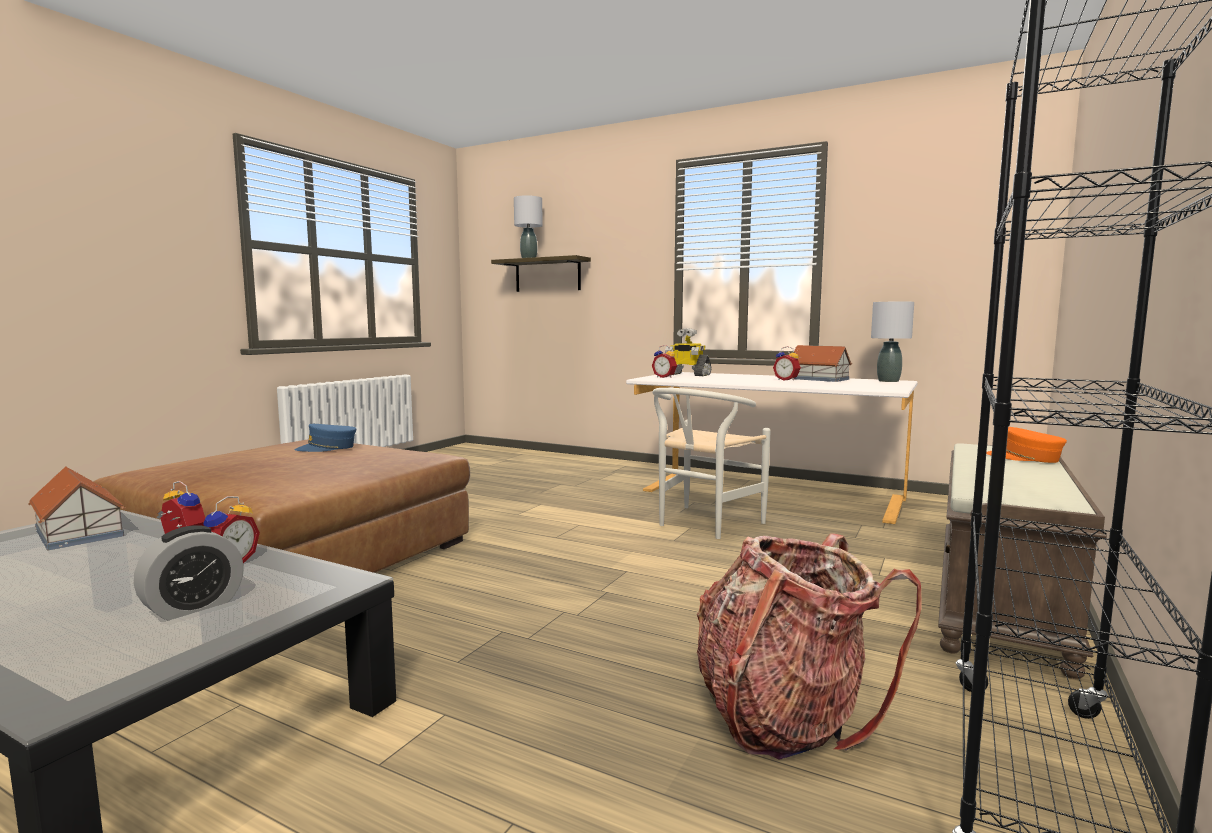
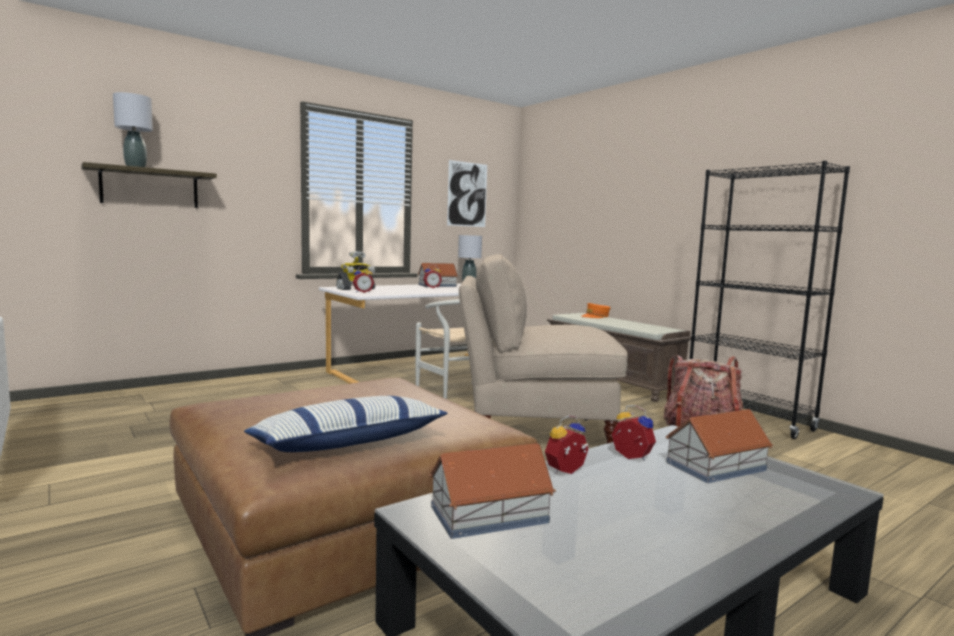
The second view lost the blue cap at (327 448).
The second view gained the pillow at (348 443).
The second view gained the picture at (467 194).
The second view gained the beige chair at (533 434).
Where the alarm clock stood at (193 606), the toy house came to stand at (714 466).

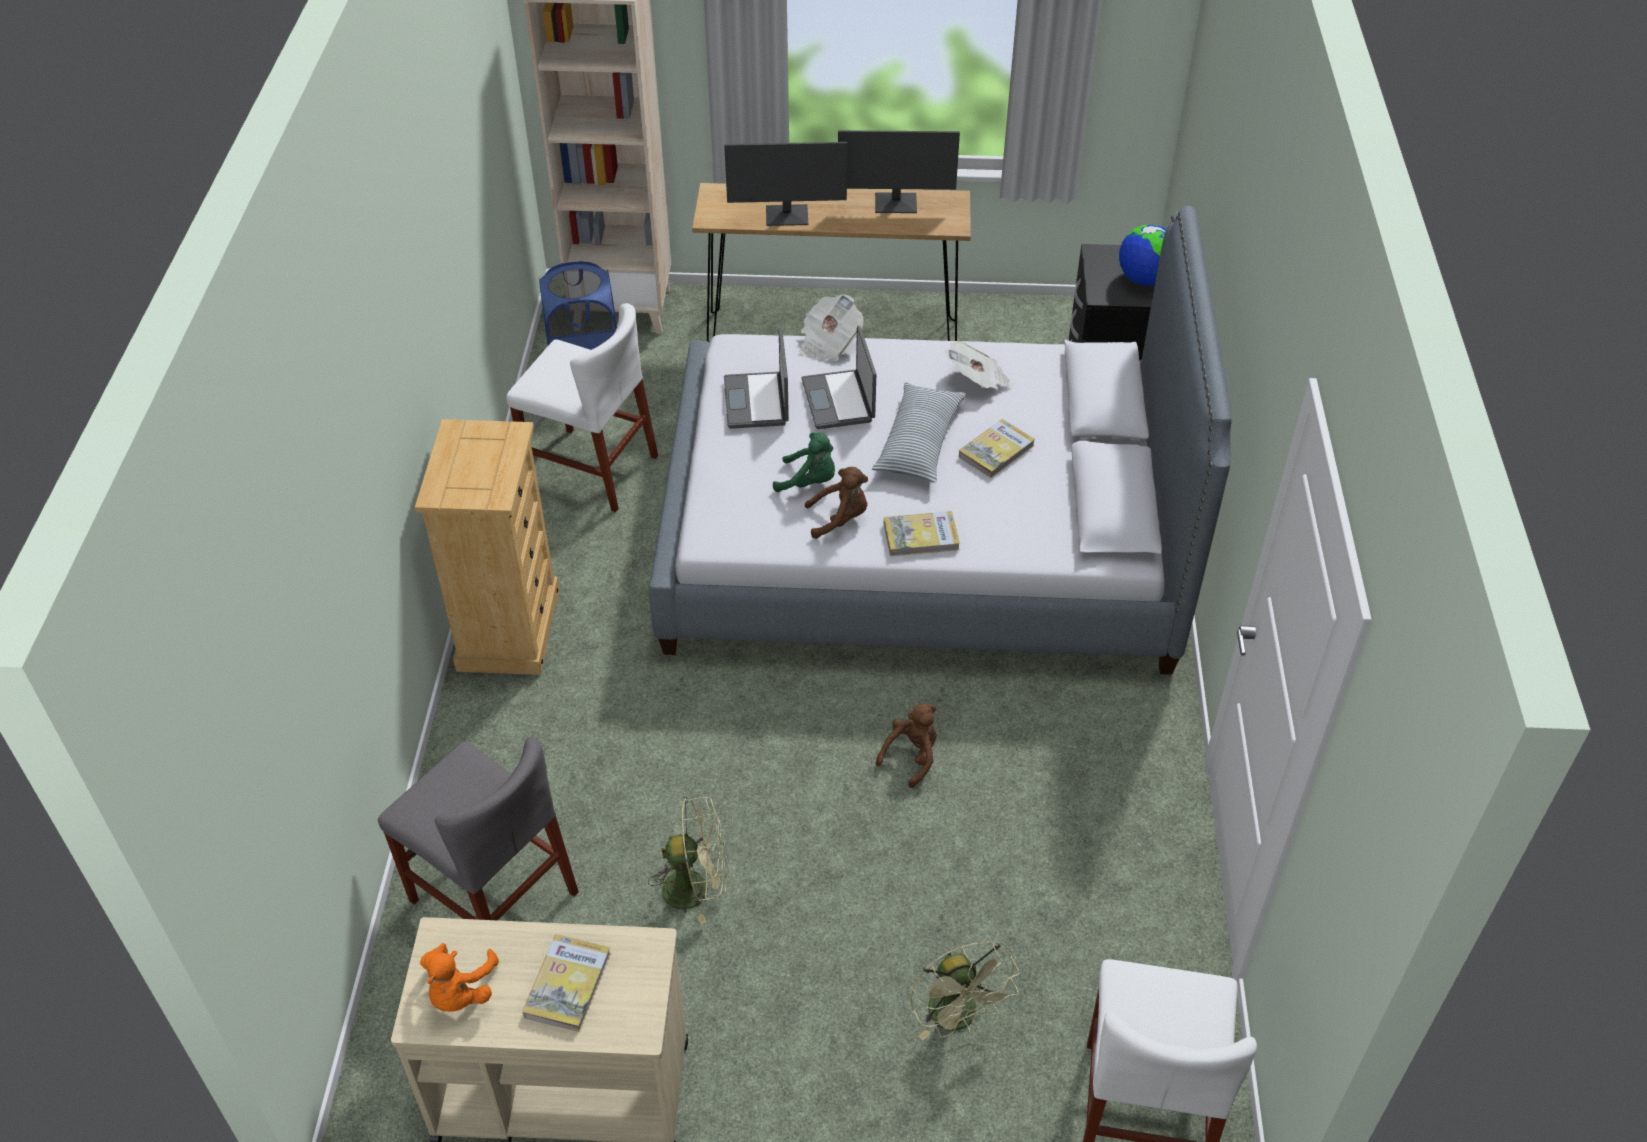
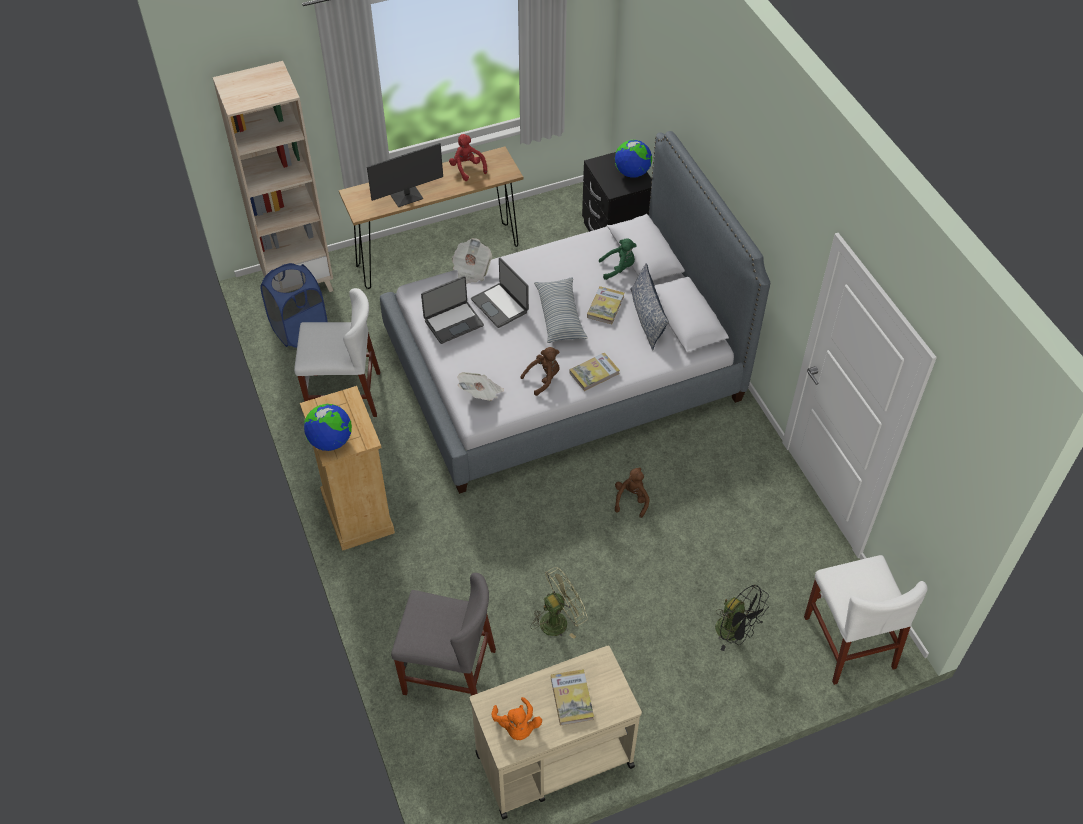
The second view gained the globe at (331 441).
The second view gained the pillow at (647 318).
The green plush toy ended up elsewhere, having gone from (809 482) to (619 268).
The newspaper ended up elsewhere, having gone from (978 381) to (481 393).
Where the monitor stood at (896 204), the red plush toy came to stand at (467 168).
What was the green fan at (959 1018) turned into the black fan at (735 632).
The laptop at (757 401) ended up facing another way, 90 degrees counterclockwise from before.

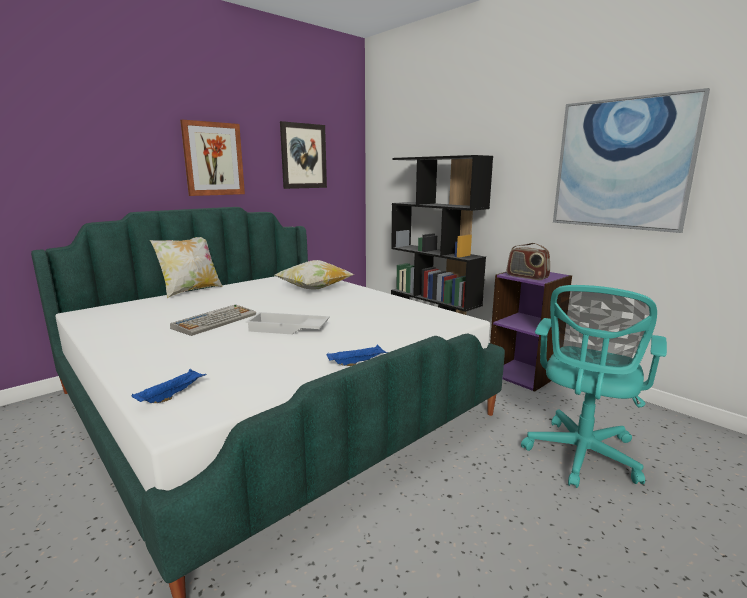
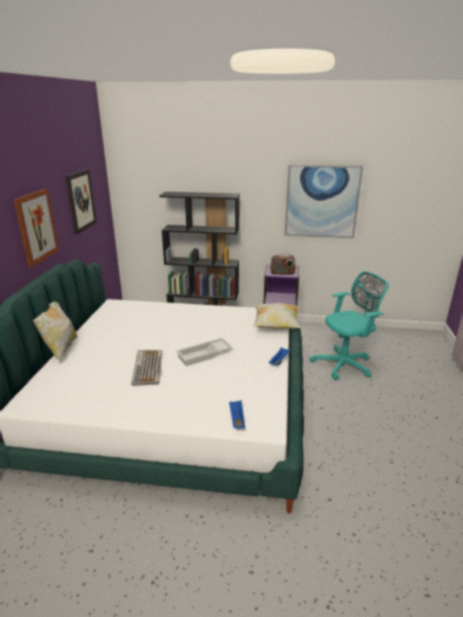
The pillow ended up elsewhere, having gone from (314 289) to (276 326).
The turquoise office chair at (581 457) ended up facing another way, 105 degrees counterclockwise from before.

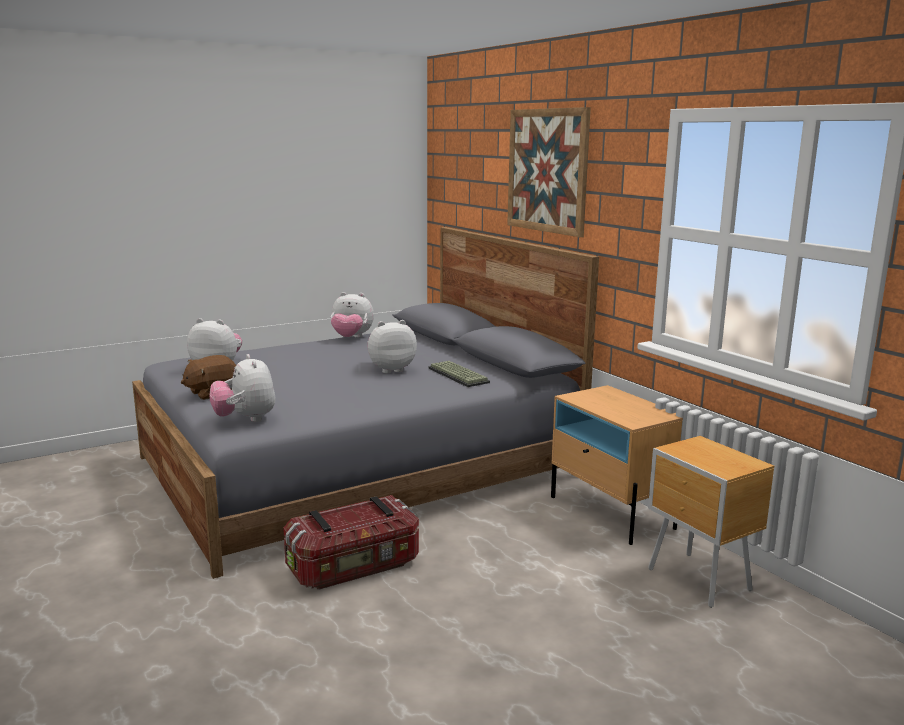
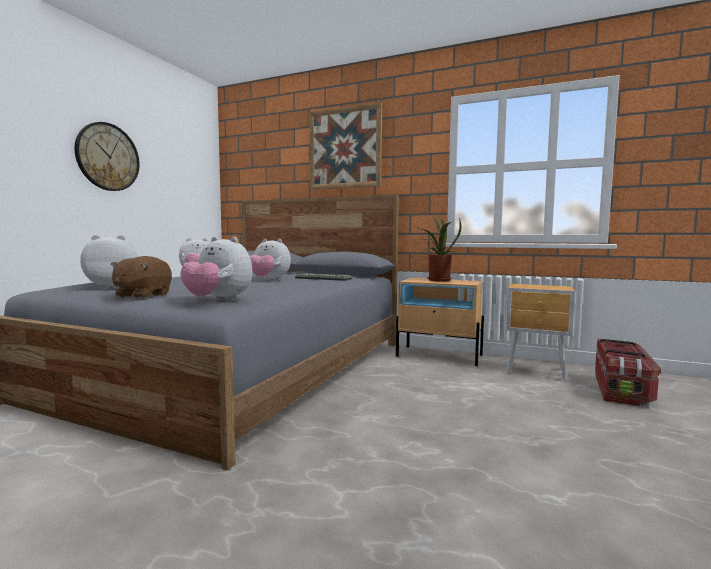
The second view gained the wall clock at (108 157).
The second view gained the potted plant at (436 280).
The storage box ended up elsewhere, having gone from (354 567) to (621 390).
The plush toy at (390 369) ended up facing another way, 105 degrees counterclockwise from before.

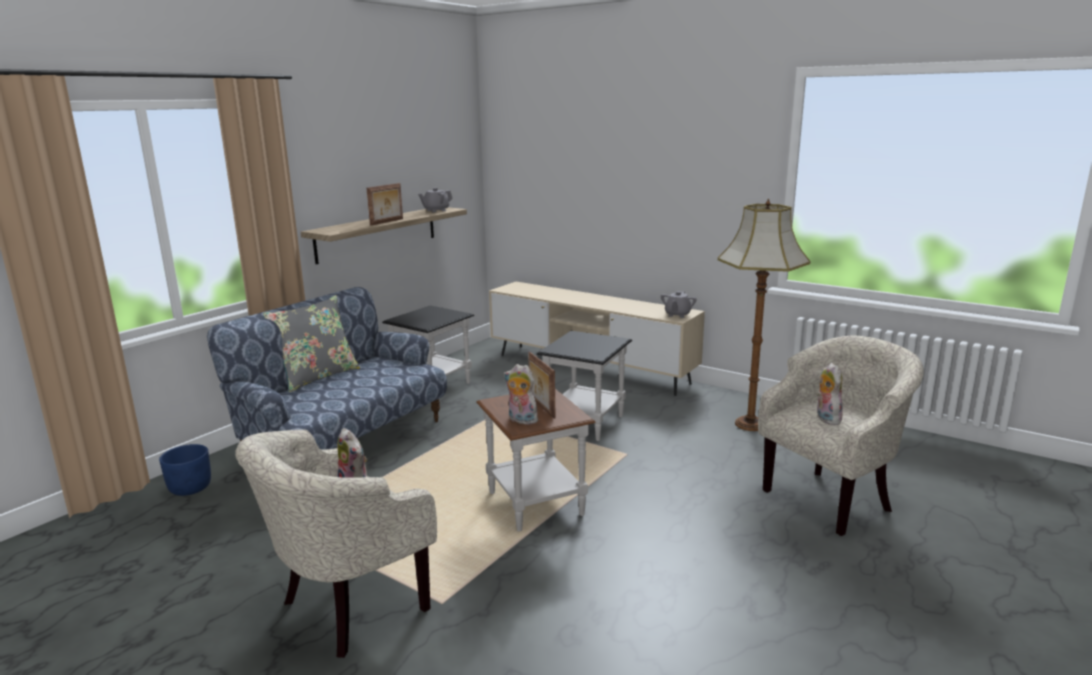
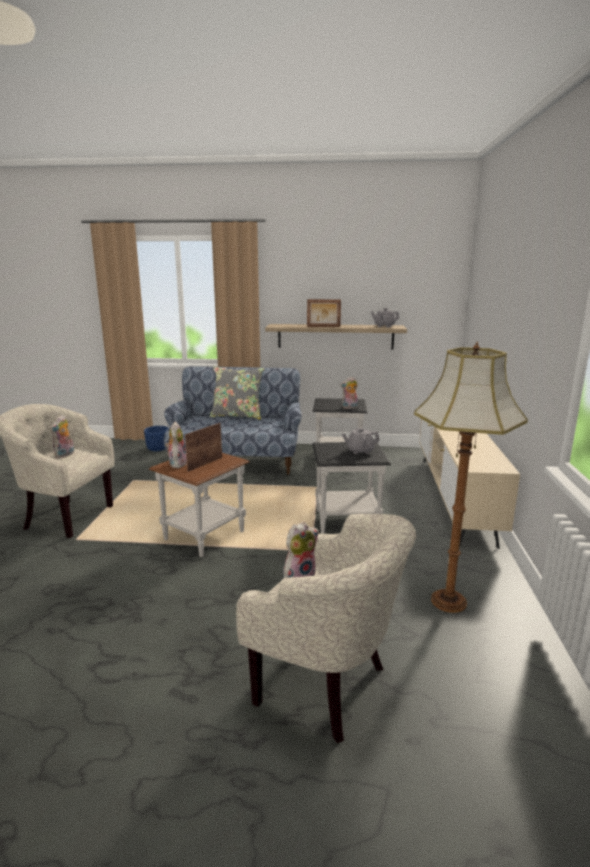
The second view gained the plush toy at (349 408).
The grey teapot ended up elsewhere, having gone from (677 315) to (360 451).

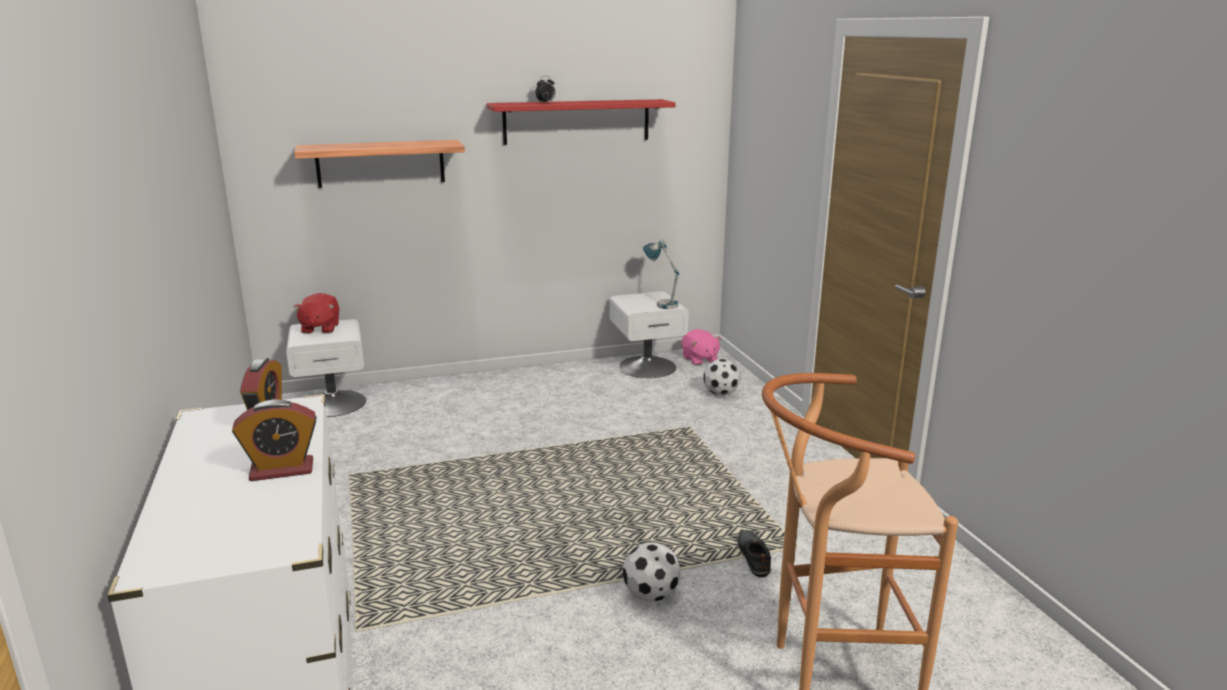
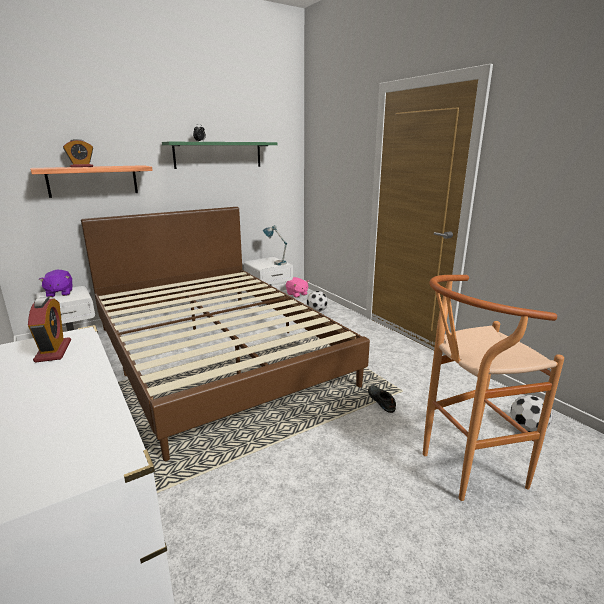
The second view gained the brown bed at (215 353).
The alarm clock ended up elsewhere, having gone from (282 470) to (81 166).
The football ended up elsewhere, having gone from (650 595) to (526 428).
What was the red plush toy at (320 328) turned into the purple plush toy at (59 293).
What was the red shelf at (577 121) turned into the green shelf at (218 155).

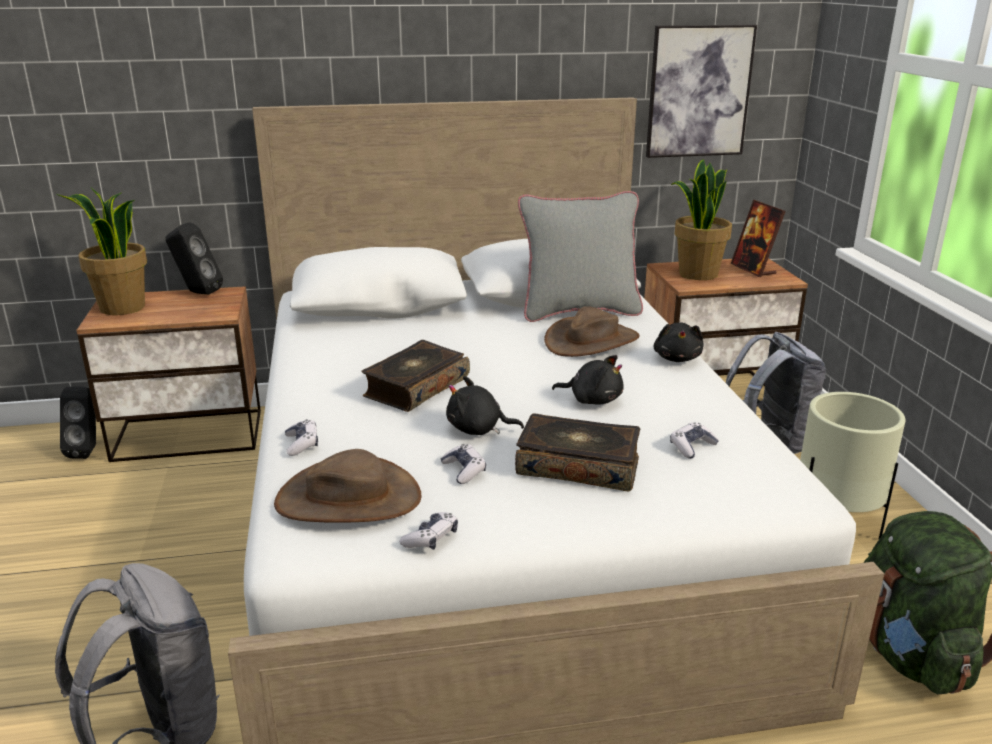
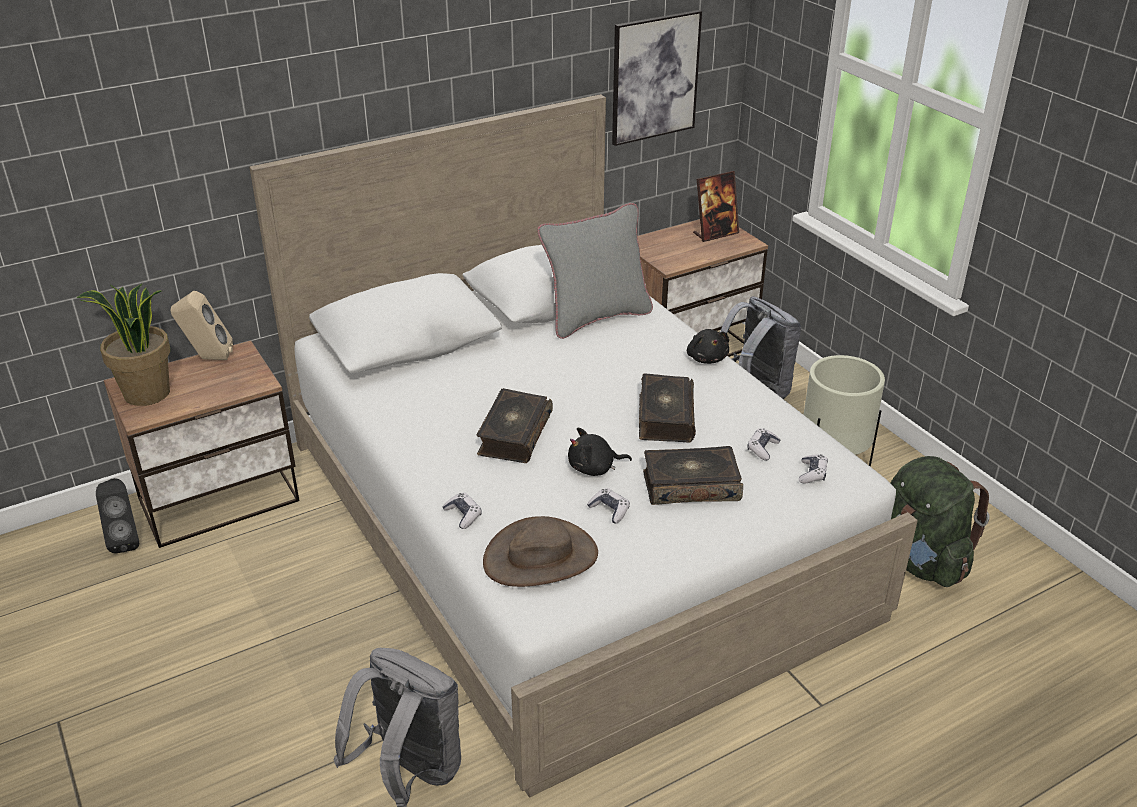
The second view lost the brown hat at (591 341).
The second view lost the potted plant at (697 274).
The game controller ended up elsewhere, having gone from (431 538) to (812 474).
Where the black plush toy stood at (592 400), the book came to stand at (664 418).
What was the black speaker at (197 292) turned into the beige speaker at (208 358).
The picture frame at (753 269) ended up facing another way, 75 degrees counterclockwise from before.

